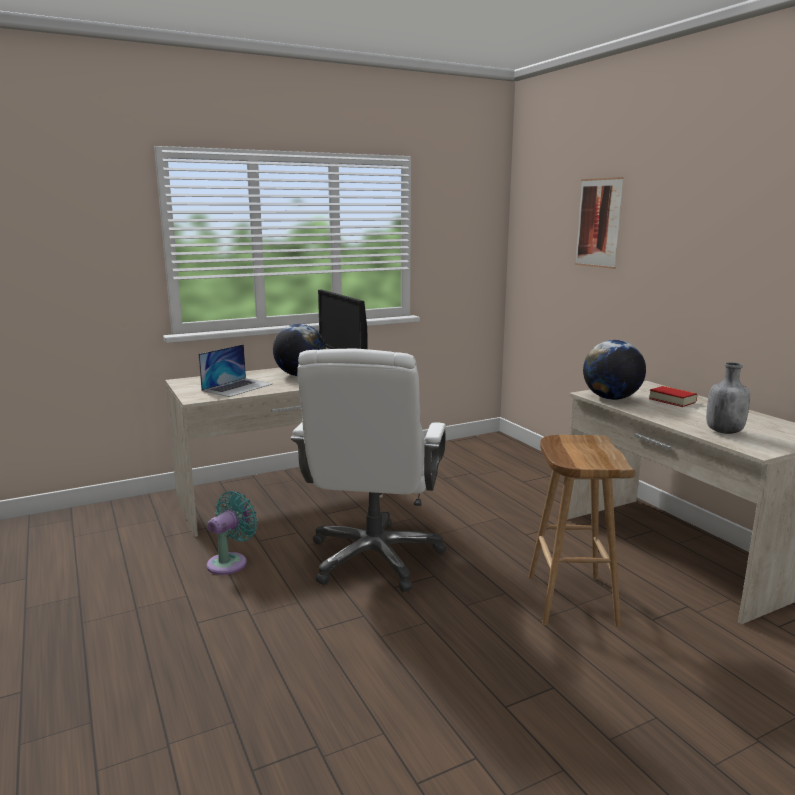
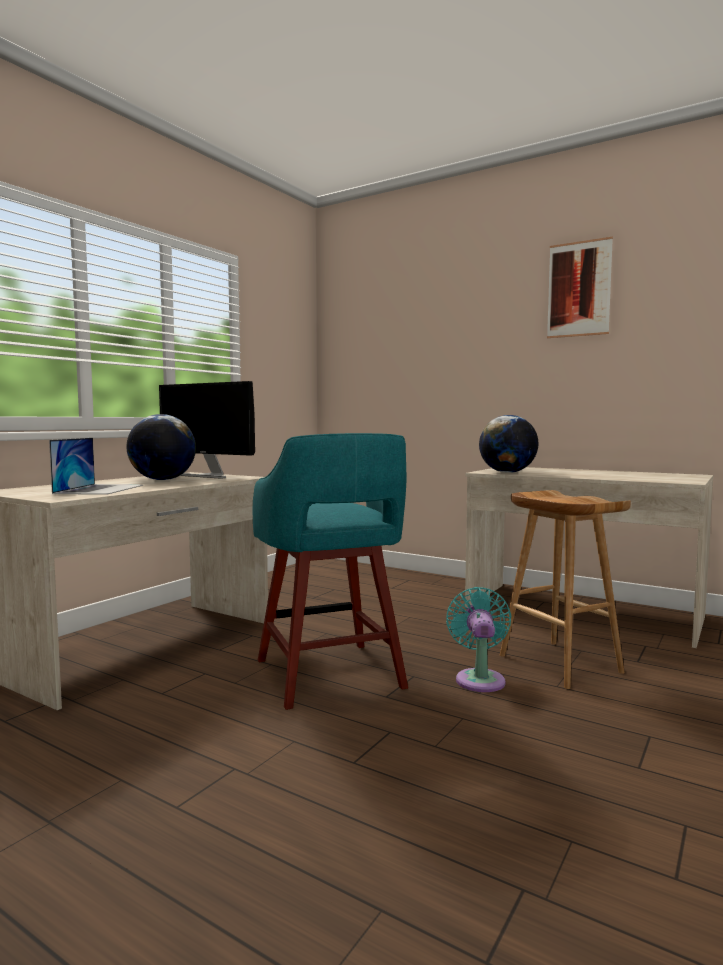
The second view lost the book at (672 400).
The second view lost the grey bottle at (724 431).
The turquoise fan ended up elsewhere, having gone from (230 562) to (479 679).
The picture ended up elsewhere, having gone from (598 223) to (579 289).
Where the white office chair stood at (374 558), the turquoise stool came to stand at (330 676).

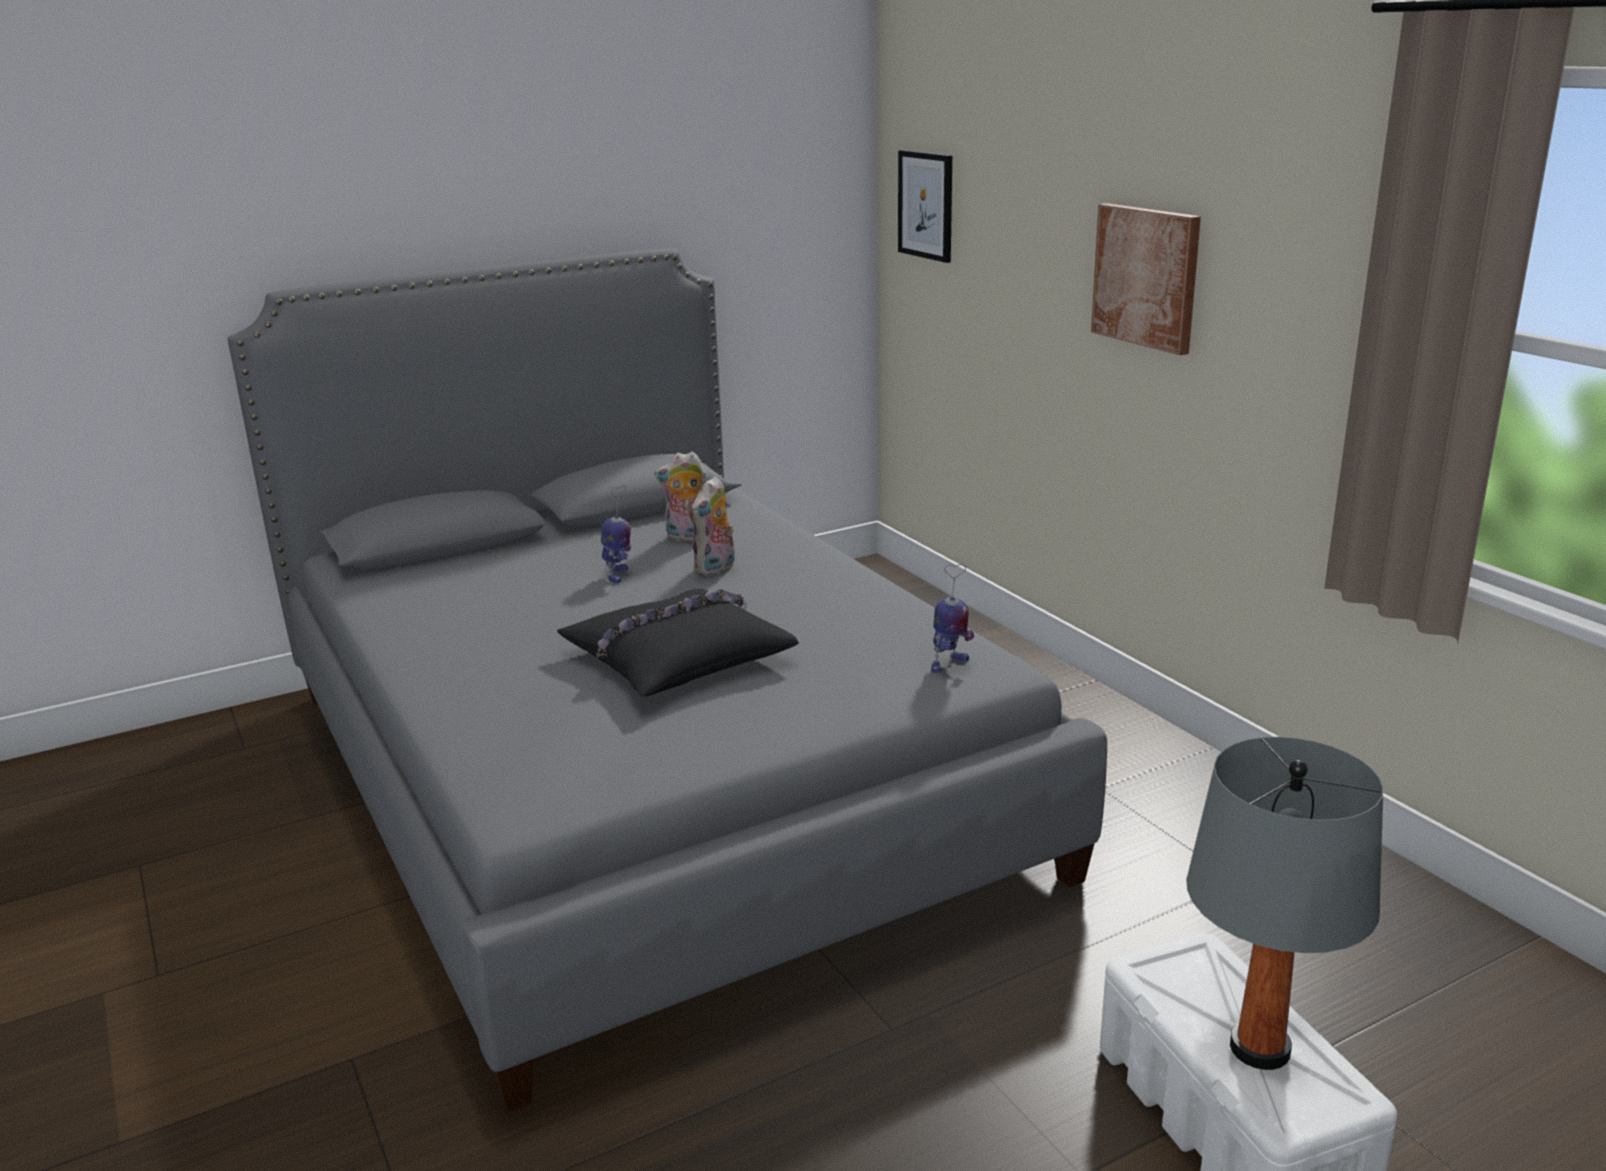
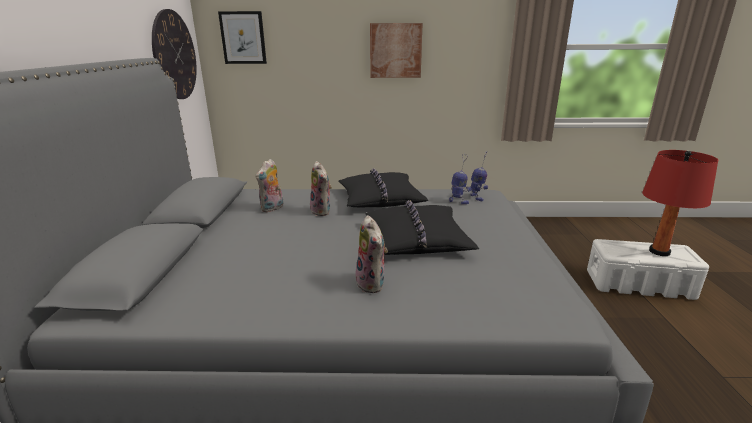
The second view gained the wall clock at (174 55).
The second view gained the black pillow at (380 199).
The second view gained the plush toy at (373 284).
The toy robot ended up elsewhere, having gone from (618 576) to (458 202).
What was the grey table lamp at (1260 1049) turned into the red table lamp at (659 251).

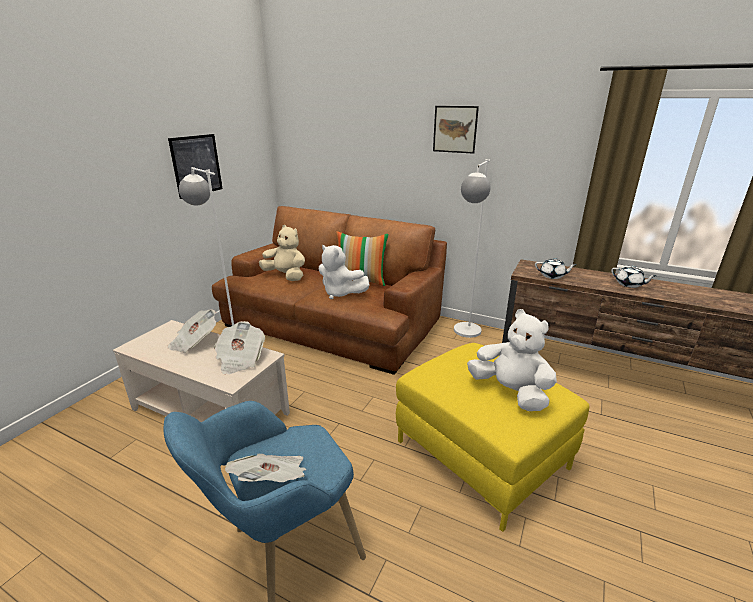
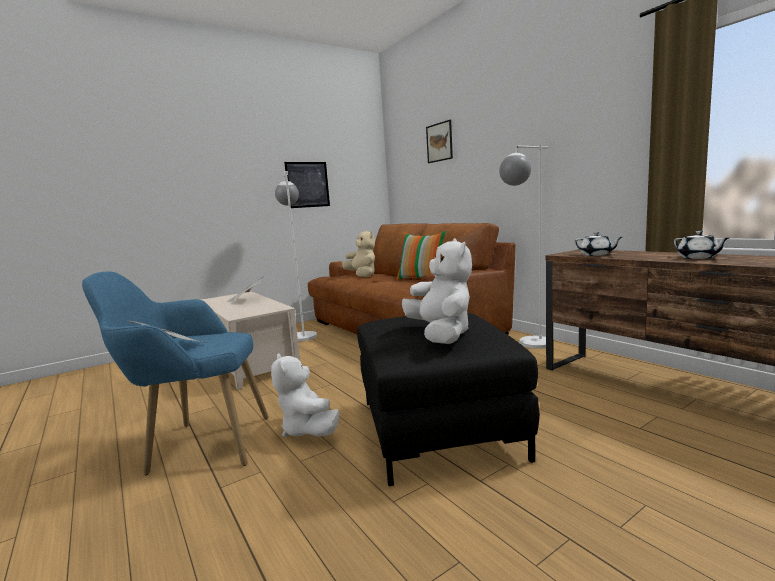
The second view lost the newspaper at (240 359).
The white plush toy ended up elsewhere, having gone from (340 293) to (308 430).
The picture ended up elsewhere, having gone from (455 129) to (439 142).
What was the yellow ottoman at (482 454) turned into the black ottoman at (438 428).

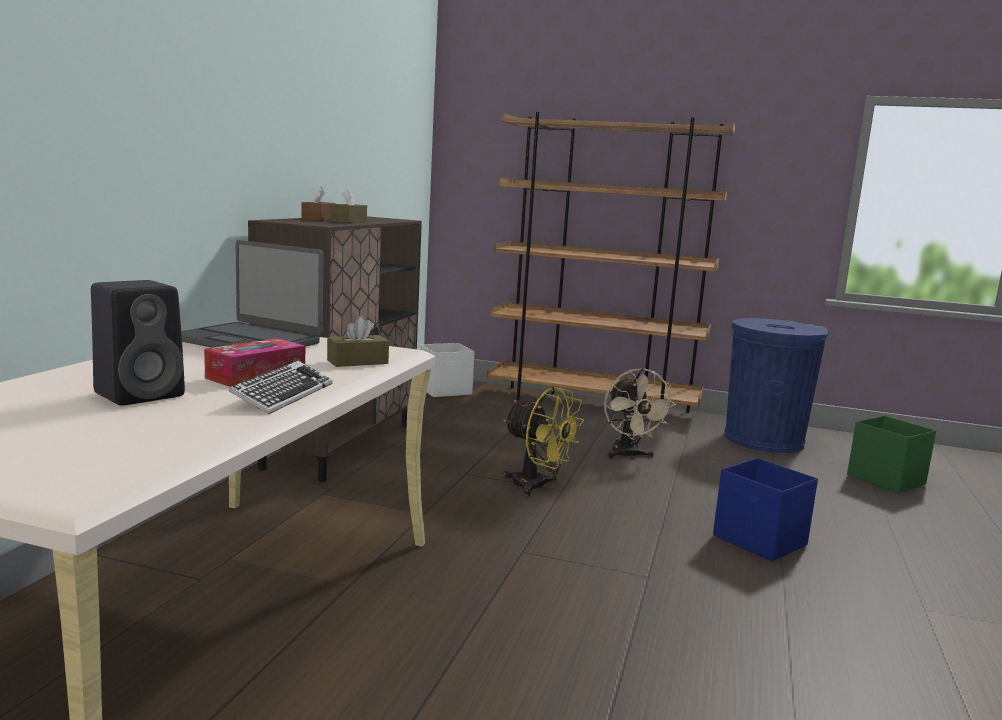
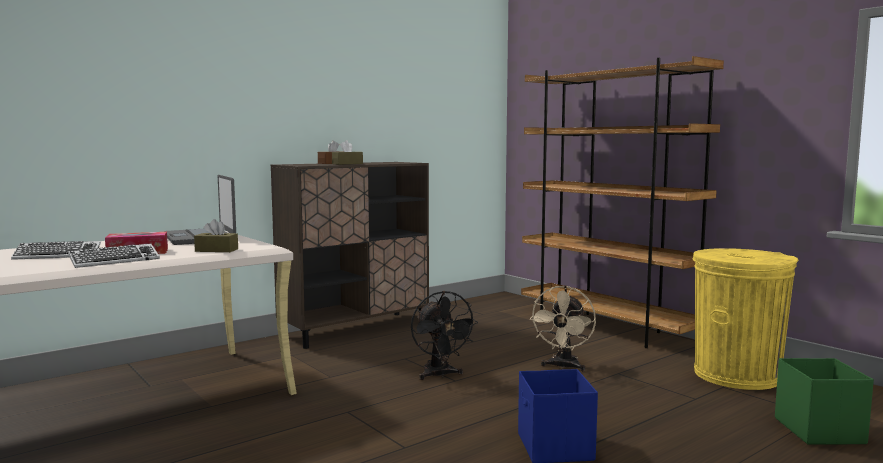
The second view lost the white storage box at (446 391).
Where the black speaker stood at (142 394), the keyboard came to stand at (57 255).
What was the yellow fan at (537 487) turned into the black fan at (440 375).
What was the blue trash can at (763 440) turned into the yellow trash can at (736 375).

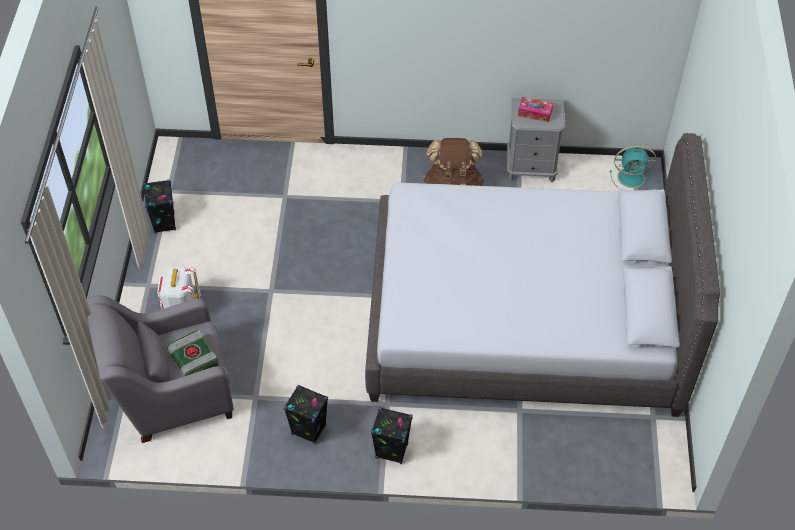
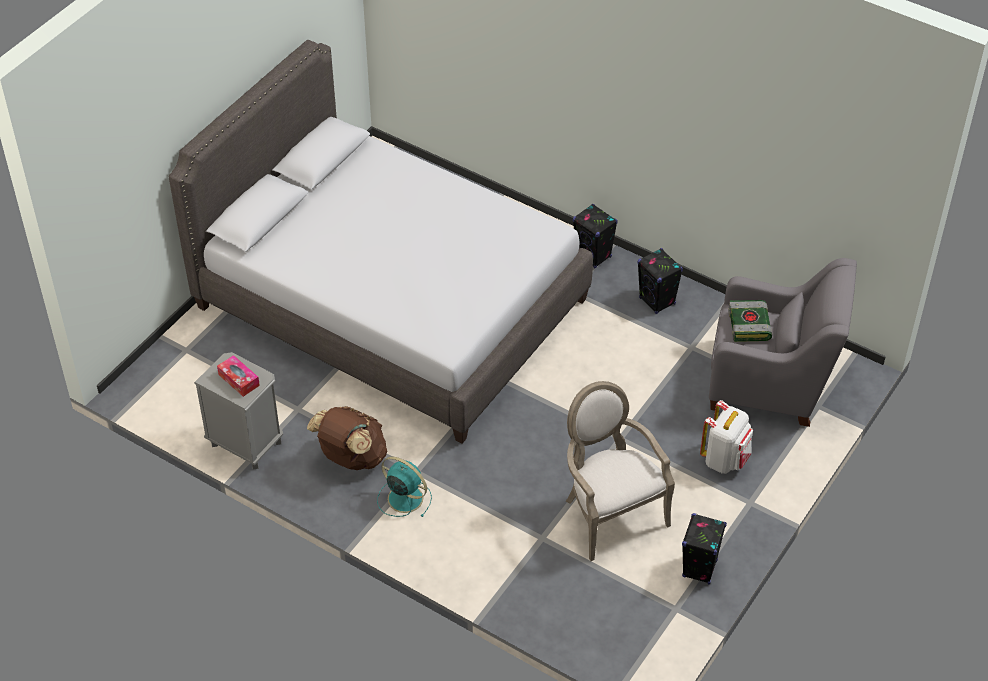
The second view gained the armchair at (610 513).
The turquoise fan ended up elsewhere, having gone from (632 177) to (404 498).

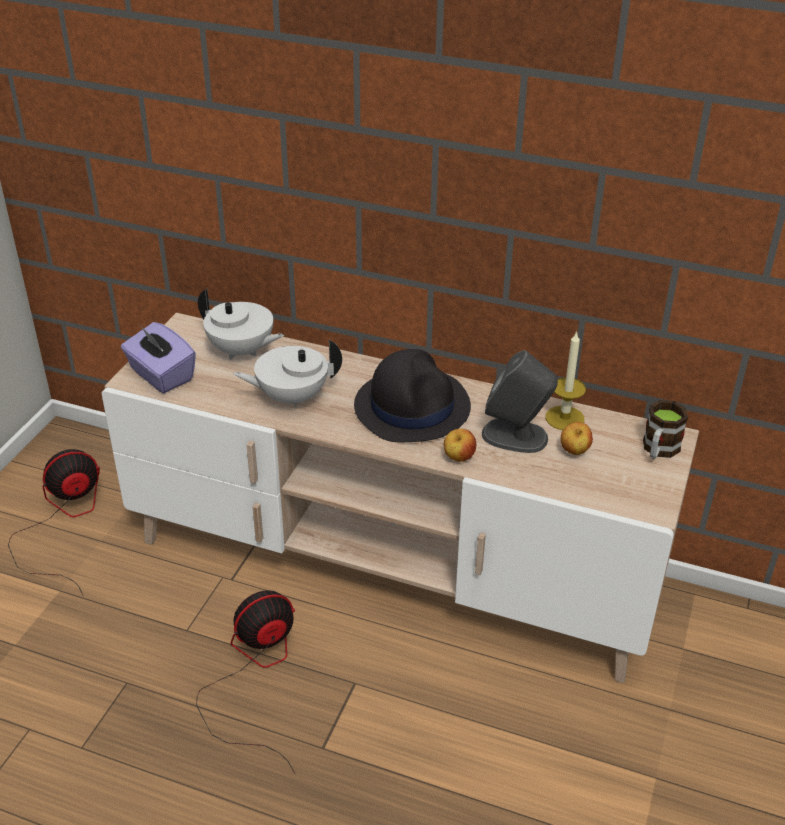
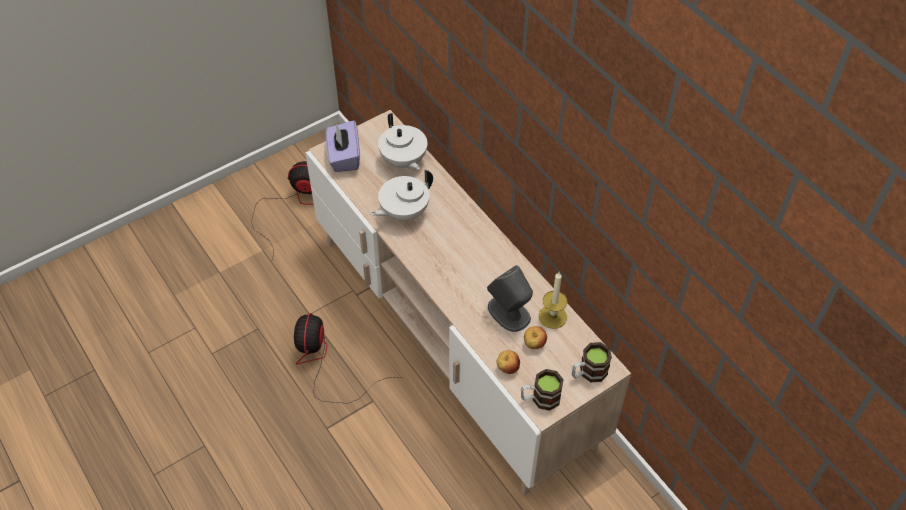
The second view lost the black hat at (412 406).
The second view gained the mug at (540 398).
The apple ended up elsewhere, having gone from (458 458) to (507 368).
The fan at (255 674) ended up facing another way, 90 degrees counterclockwise from before.
The white teapot at (291 397) ended up facing another way, 60 degrees counterclockwise from before.

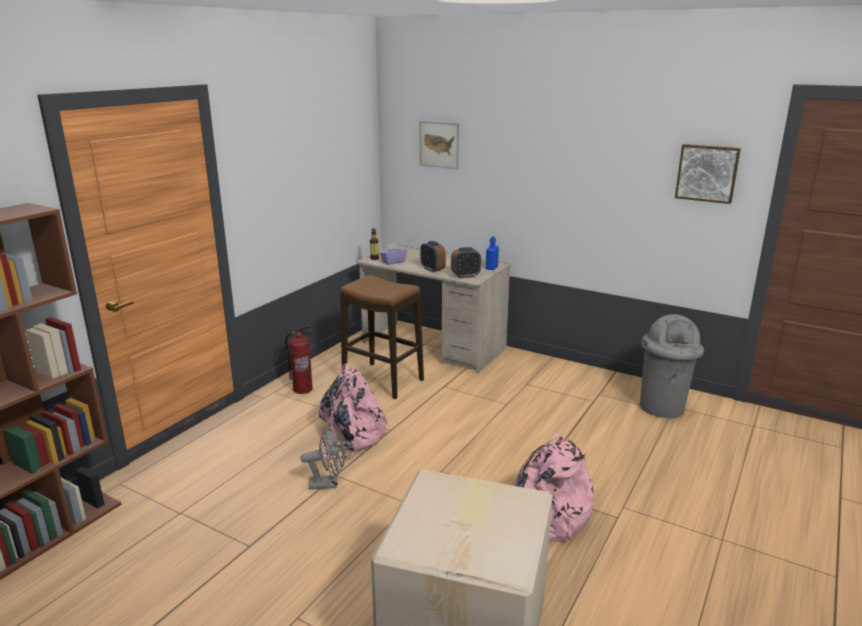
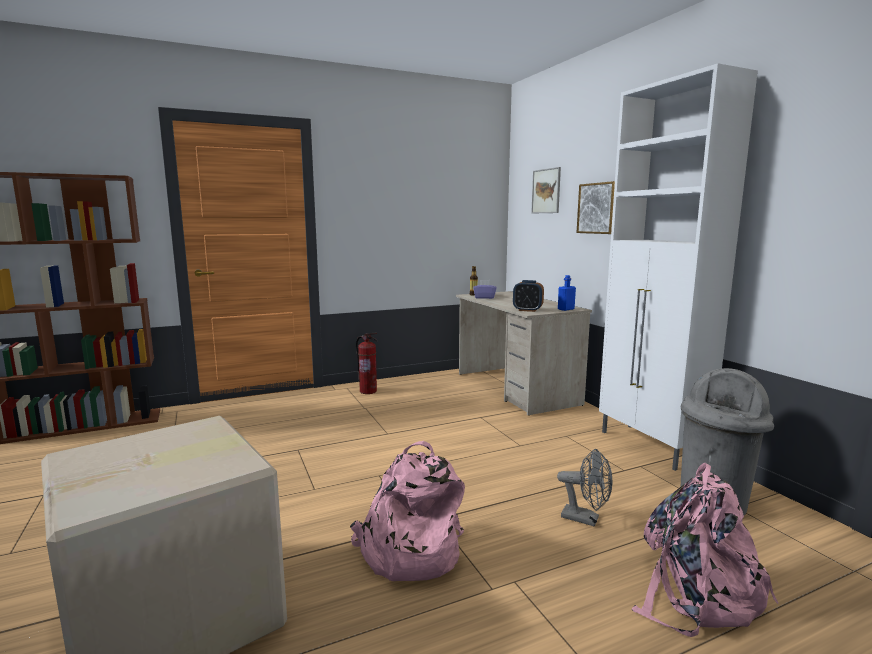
The second view lost the stool at (382 381).
The second view lost the alarm clock at (432 269).
The second view gained the white cabinet at (650 447).
The grey fan ended up elsewhere, having gone from (328 484) to (586 519).
The pink backpack ended up elsewhere, having gone from (351 437) to (696 592).
The picture ended up elsewhere, having gone from (707 173) to (598 208).

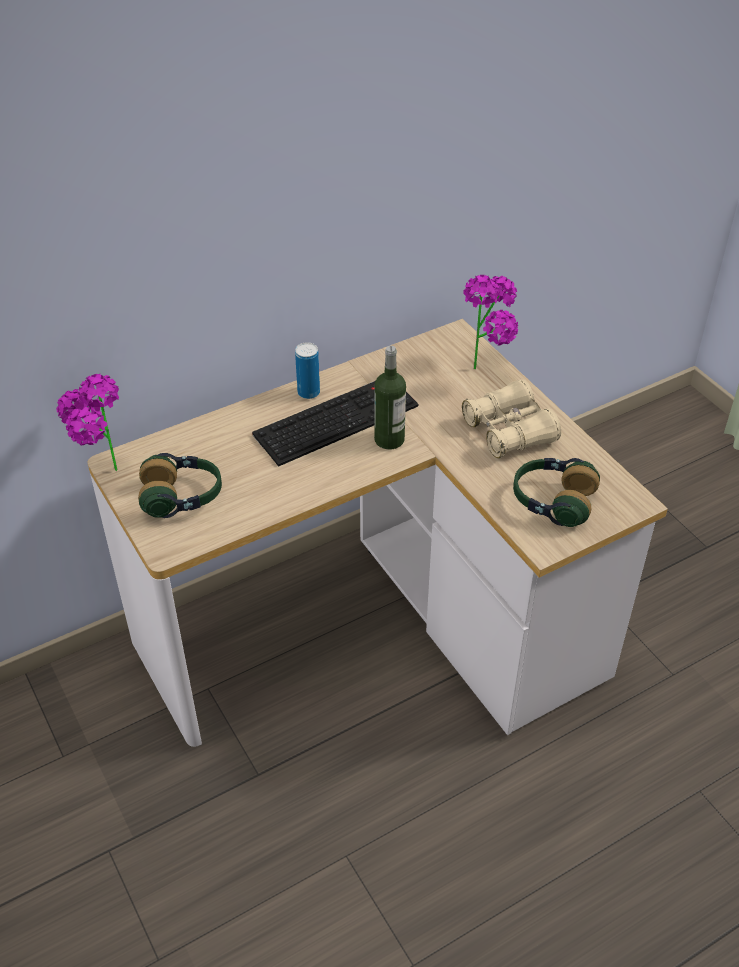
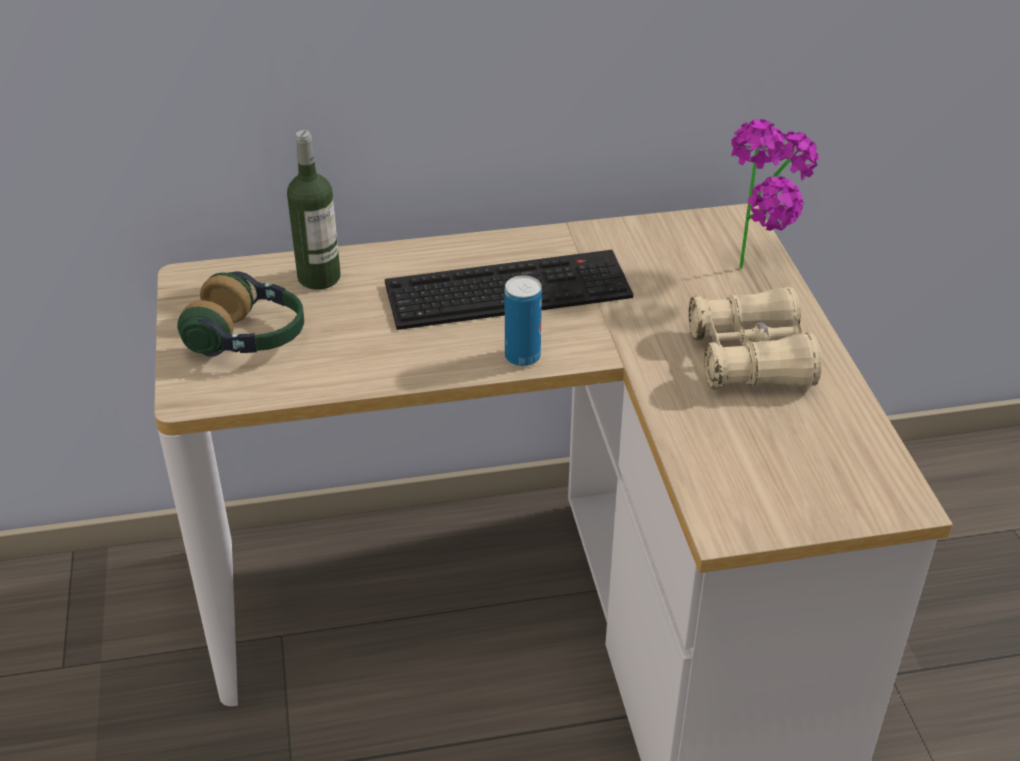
The second view lost the potted plant at (102 476).
The second view lost the headphones at (552 502).
The can ended up elsewhere, having gone from (308 392) to (522 357).
The bottle ended up elsewhere, having gone from (389 439) to (319 277).

